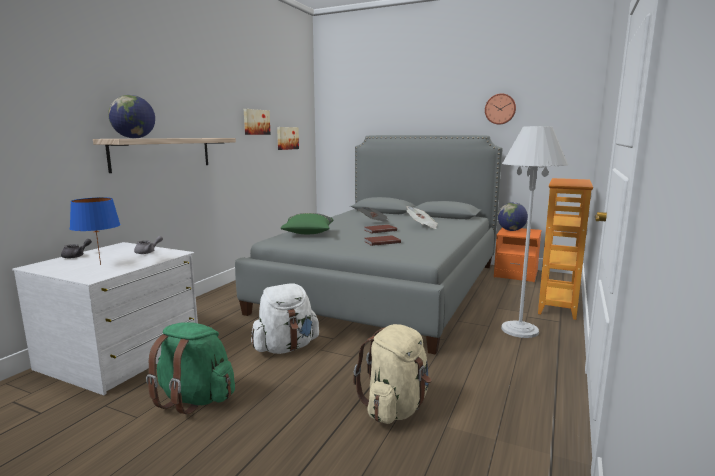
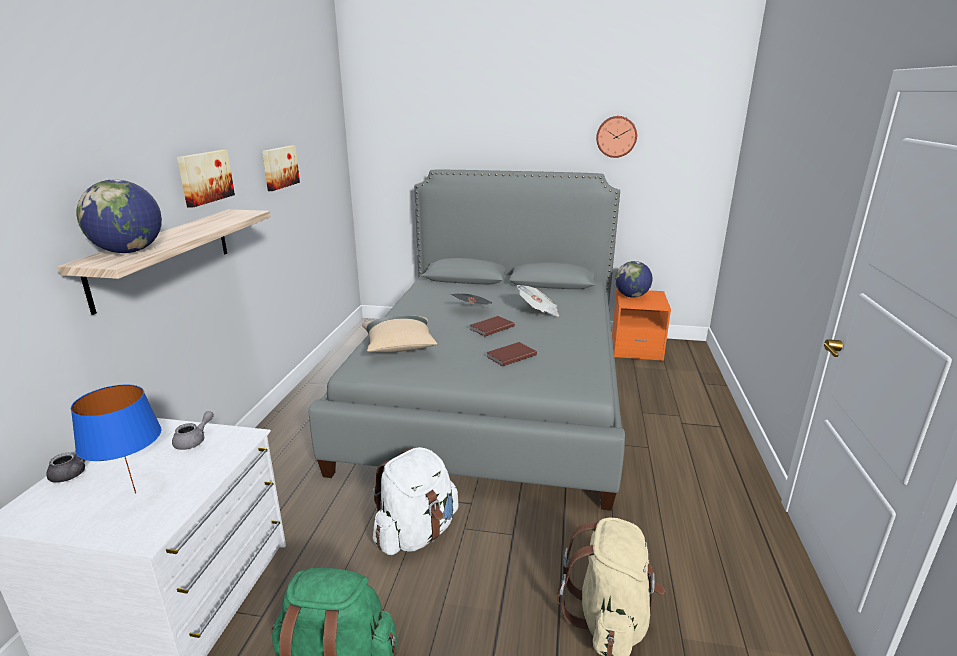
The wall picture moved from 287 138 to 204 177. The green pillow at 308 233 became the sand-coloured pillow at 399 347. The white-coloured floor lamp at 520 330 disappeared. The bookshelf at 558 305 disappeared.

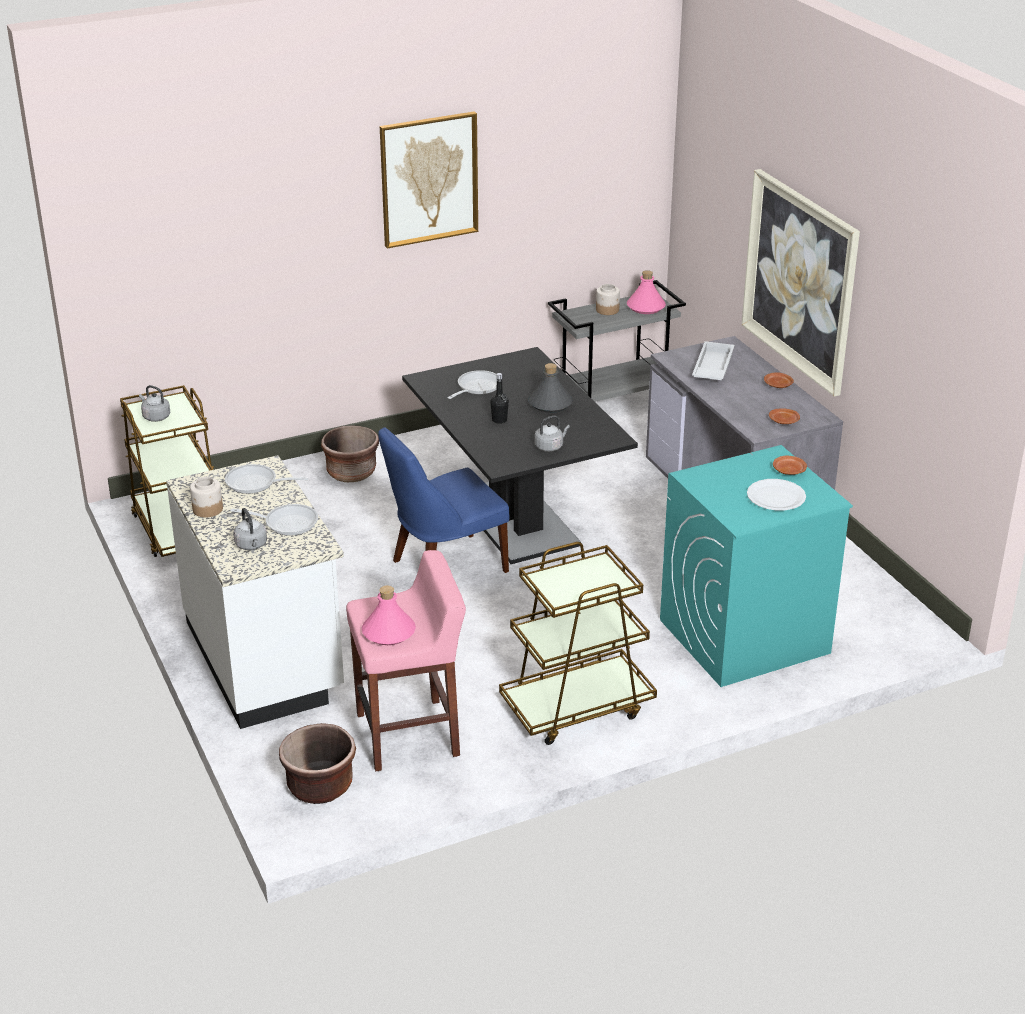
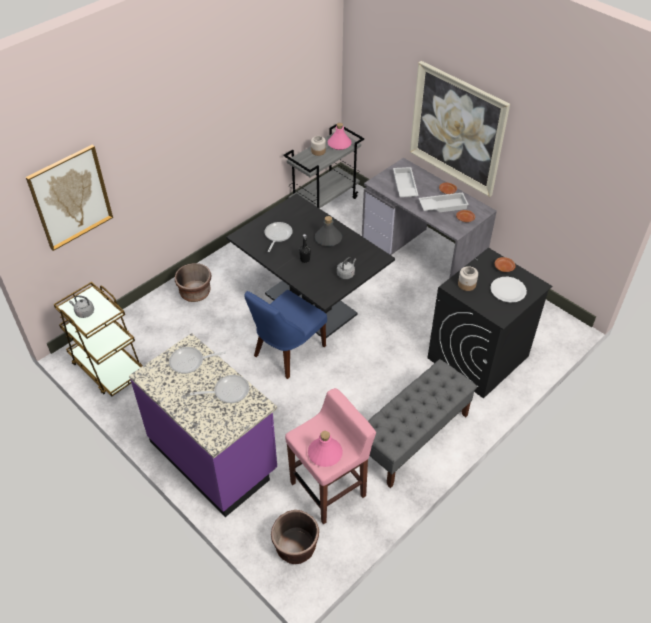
The wall picture moved from 429 179 to 70 197. The white-coloured counter at 266 658 became the purplish counter at 214 456. The brown cart at 576 707 was replaced by the greyish indoor bench at 413 437. The white-coloured serving tray at 443 205 appeared. The turquoise washing machine at 743 637 became the black washing machine at 478 357. The storage jar moved from 207 509 to 467 284. The greyish water kettle at 251 545 disappeared.

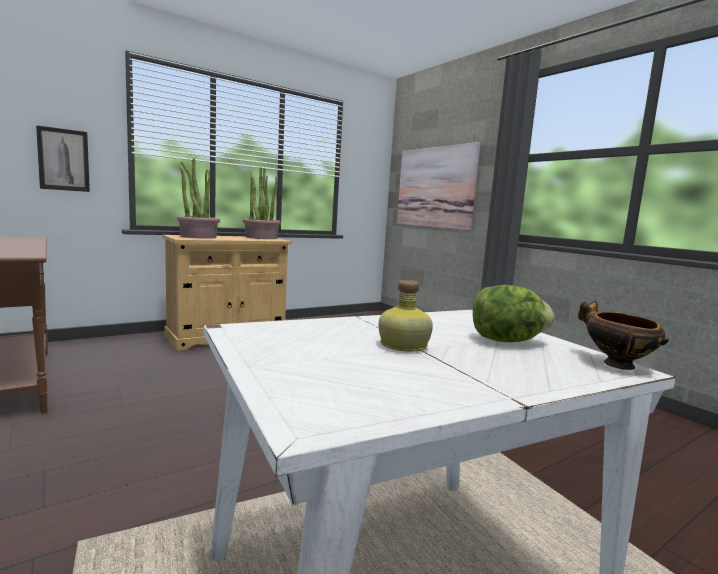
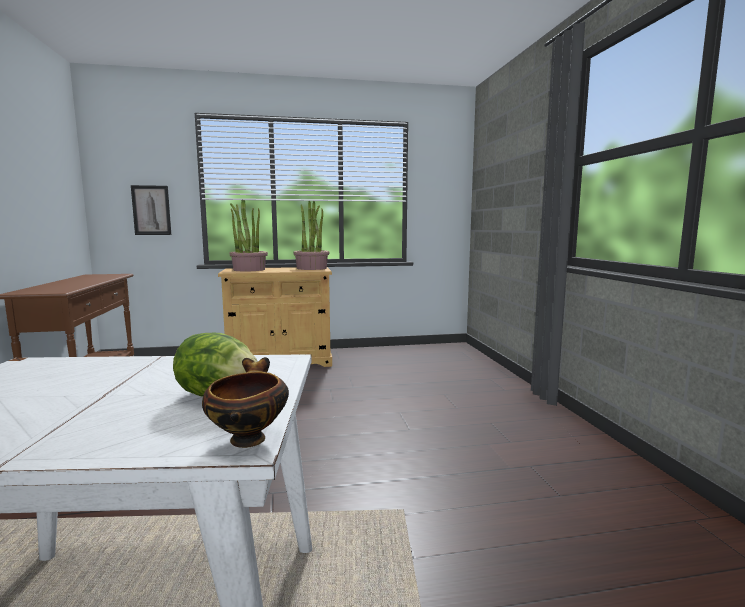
The bottle at 403 346 disappeared. The wall picture at 435 187 disappeared.

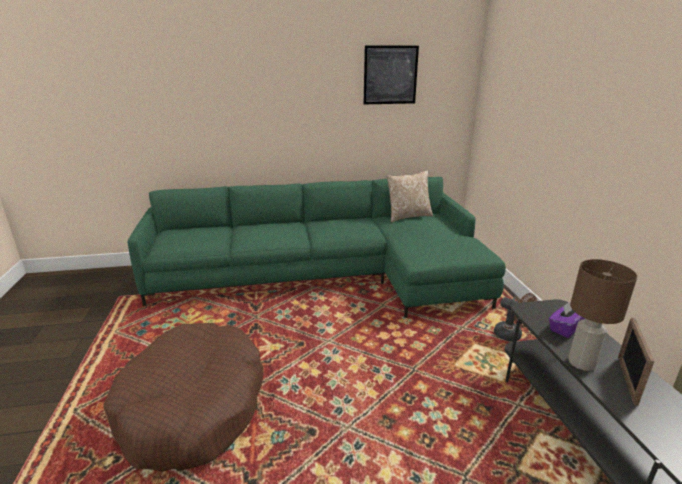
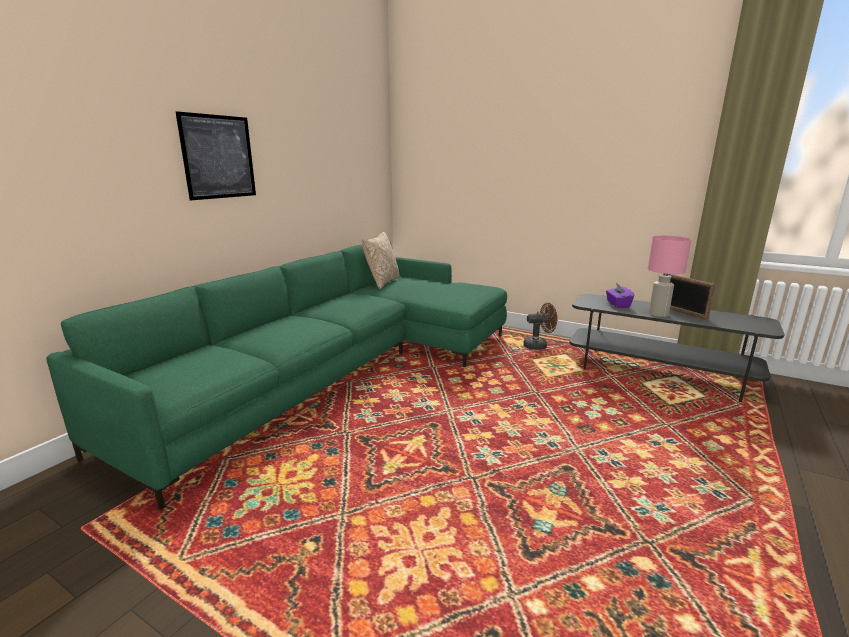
The wall picture moved from 390 75 to 218 157. The brown lamp for a table at 582 363 became the pink-coloured lamp for a table at 659 314. The brown pet bed at 193 407 disappeared.

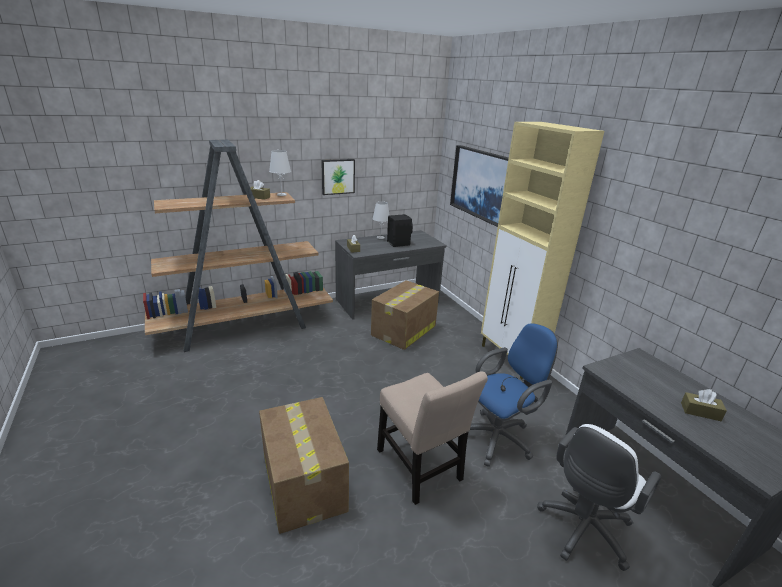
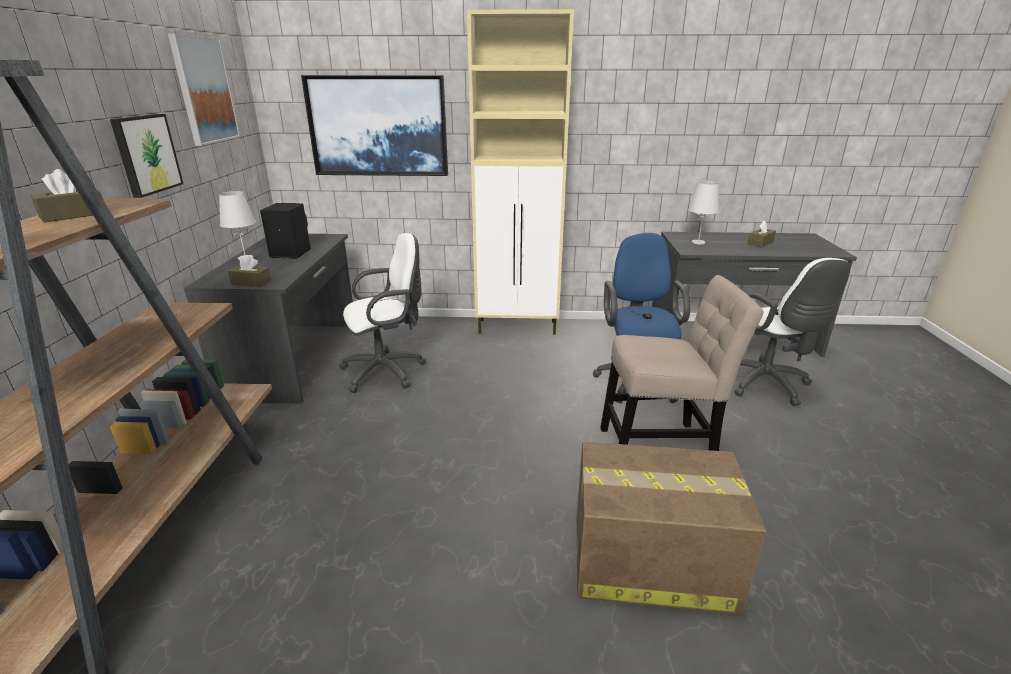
The wall picture at 204 90 appeared. The packing box at 403 331 was replaced by the white-coloured office chair at 388 371. The white-coloured lamp for a table moved from 281 194 to 698 242.

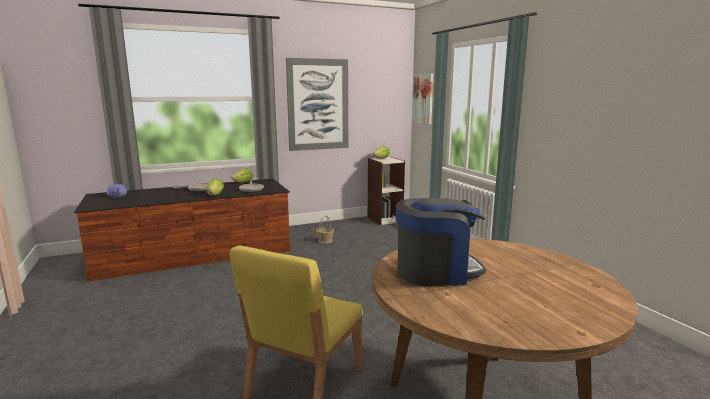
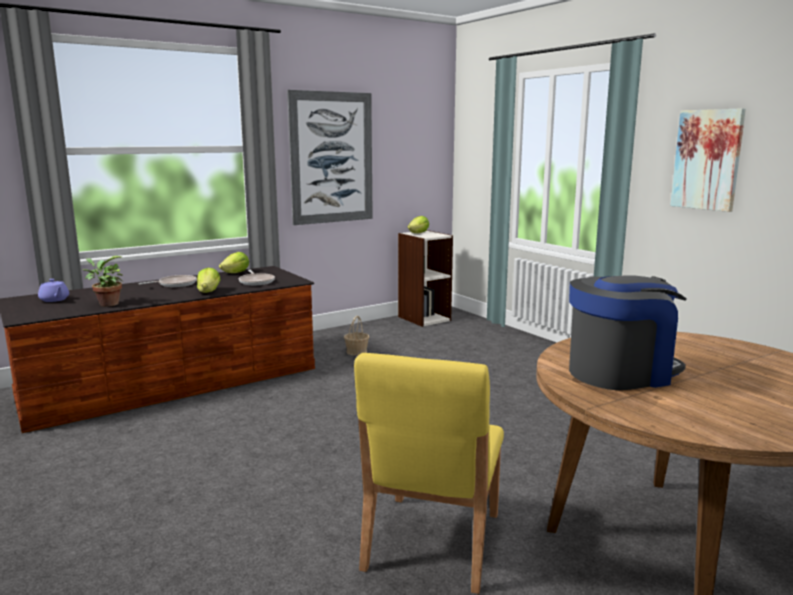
The potted plant at 106 304 appeared. The wall picture moved from 423 98 to 707 160.

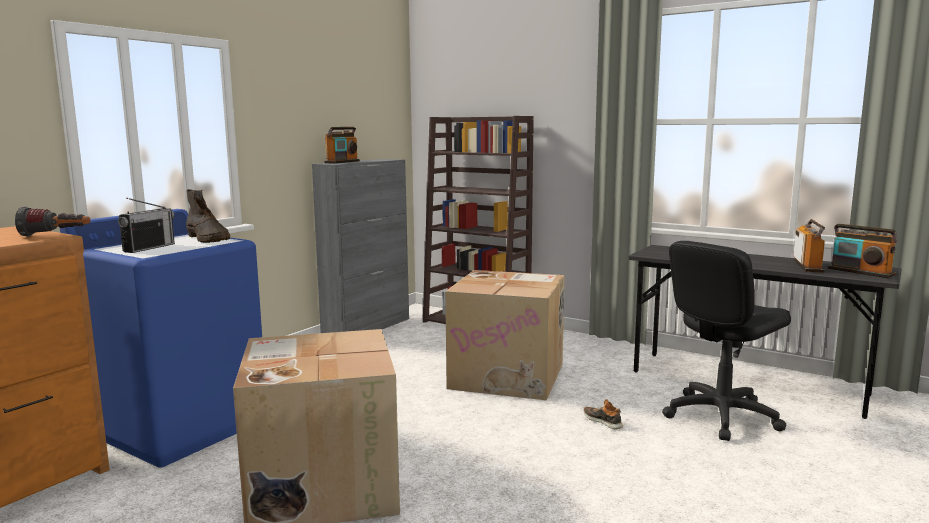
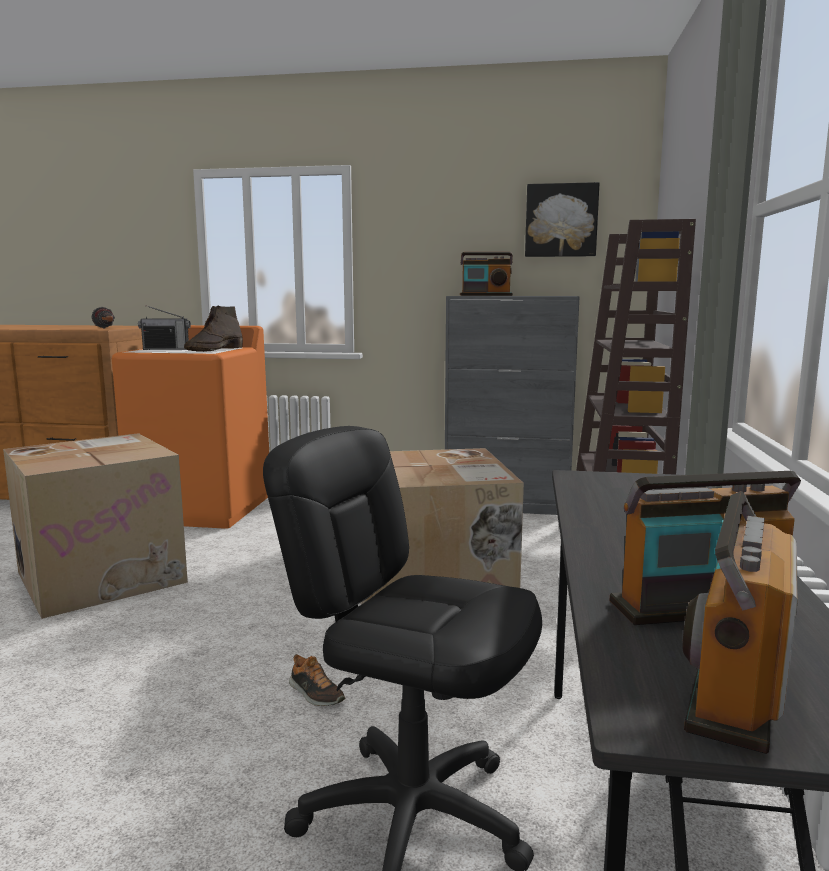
The blue washing machine at 180 426 became the orange washing machine at 203 509. The shoe at 603 421 turned 105 degrees clockwise. The wall picture at 561 220 appeared.

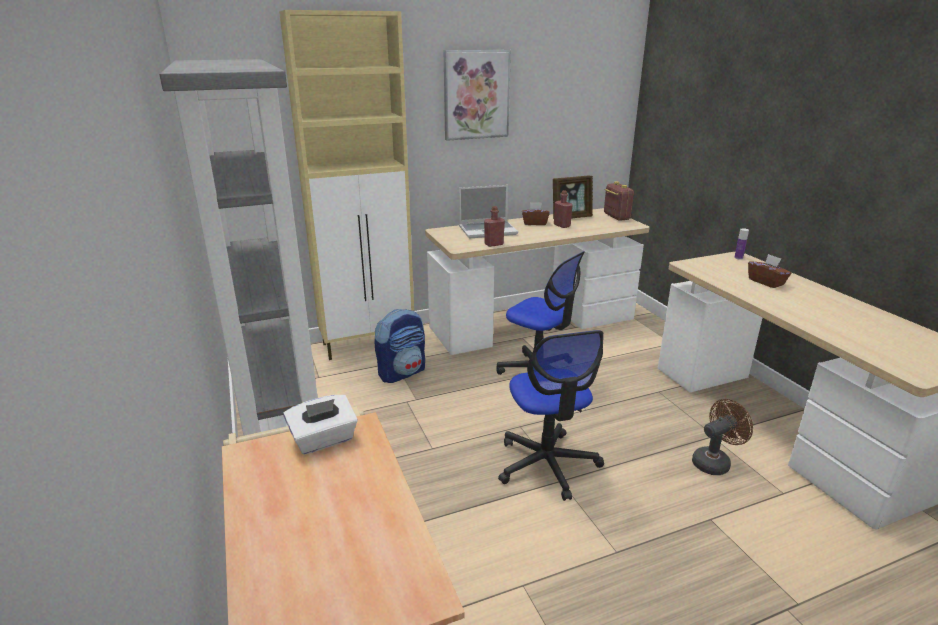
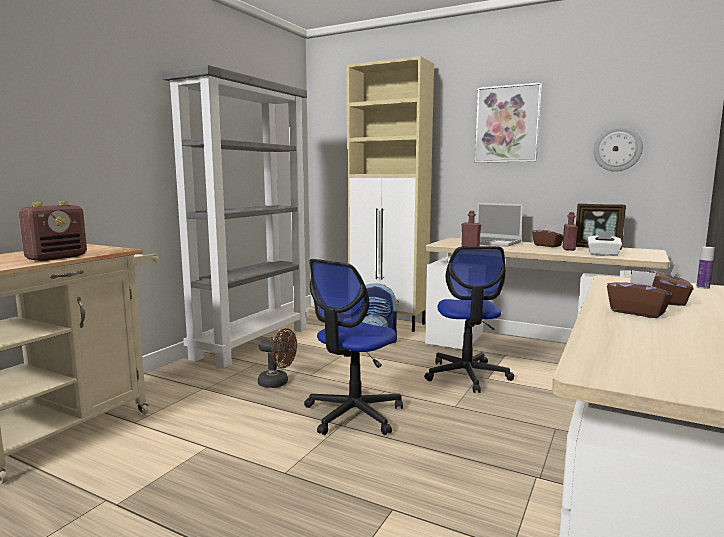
The radio moved from 616 217 to 57 257. The brown electric fan moved from 714 462 to 278 383. The white-coloured box of tissues moved from 324 440 to 603 254. The wall clock at 617 149 appeared. The brown box of tissues at 637 312 appeared.

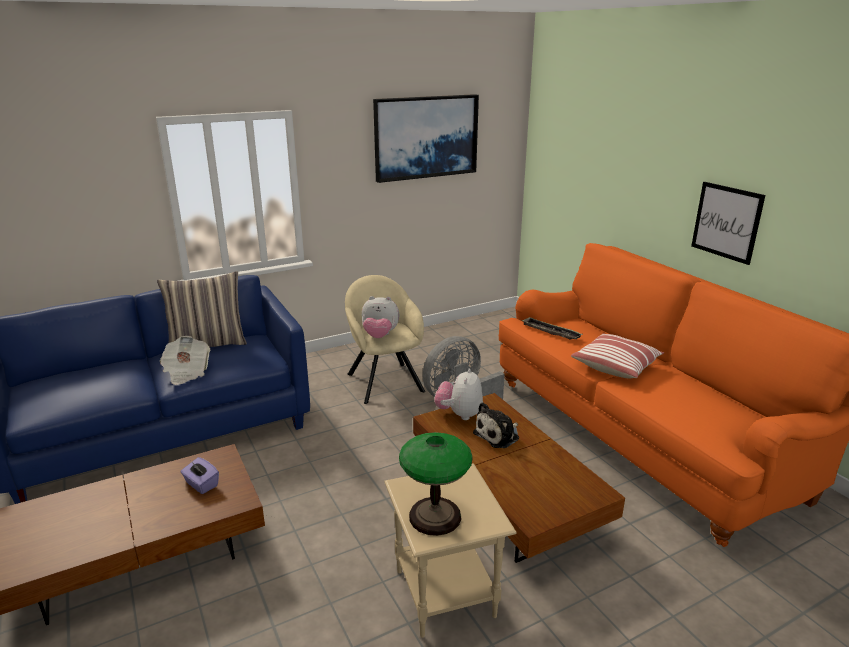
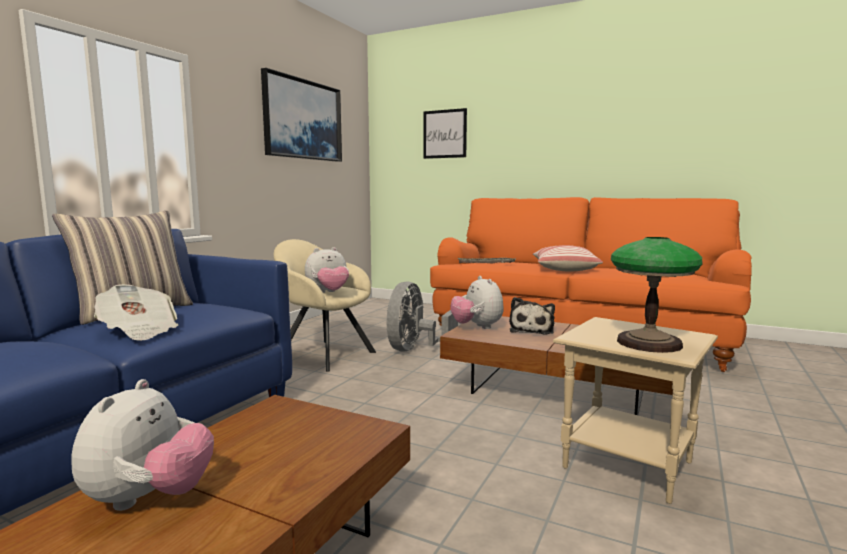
The soft toy at 149 499 appeared. The wall picture moved from 726 222 to 444 134. The purplish box of tissues at 201 484 disappeared.

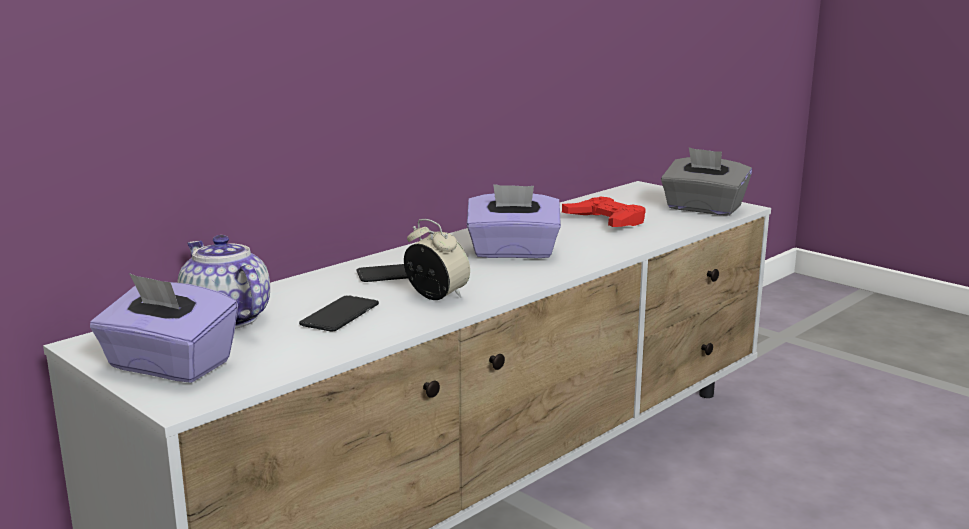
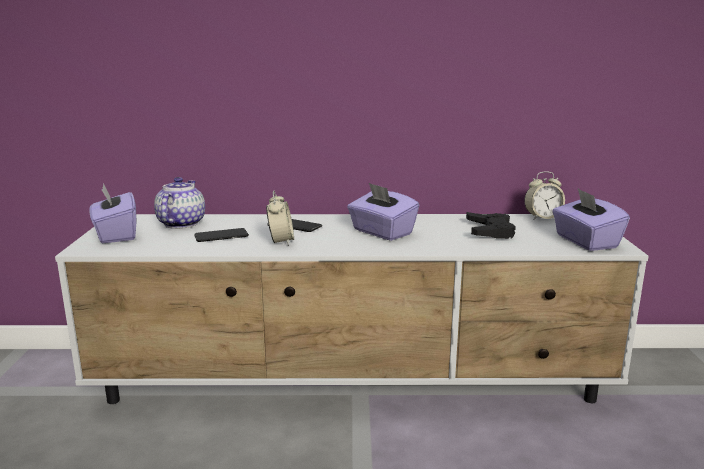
The red joypad at 606 221 became the black joypad at 490 231. The alarm clock at 542 218 appeared. The greyish box of tissues at 703 208 became the purplish box of tissues at 585 242.

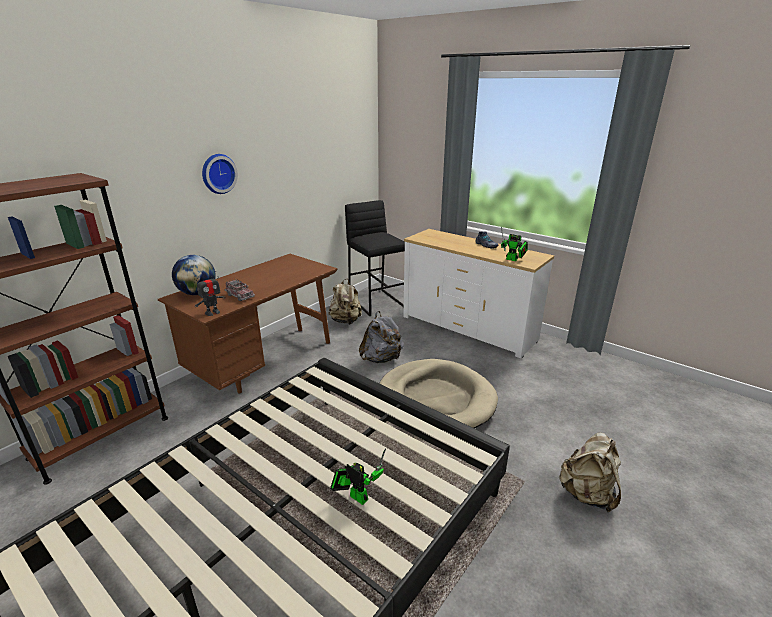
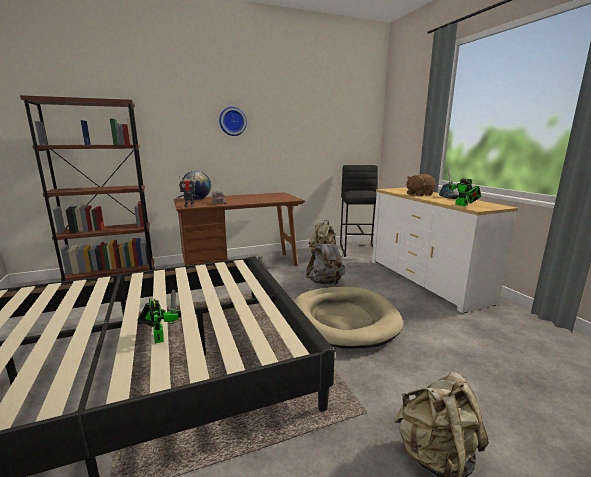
The brown soft toy at 419 194 appeared.

